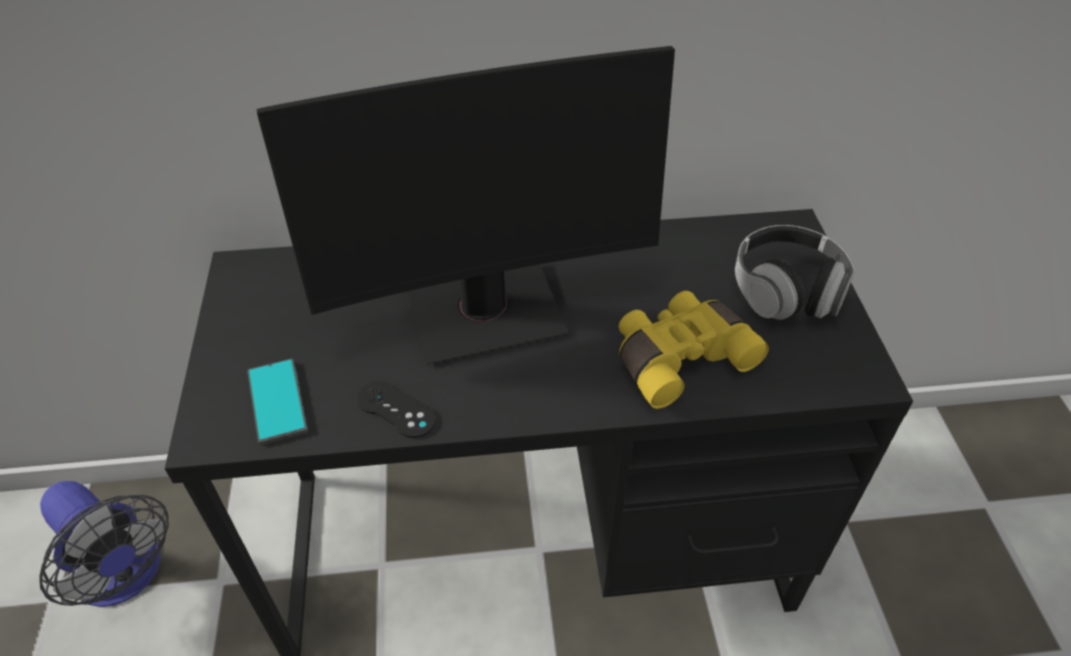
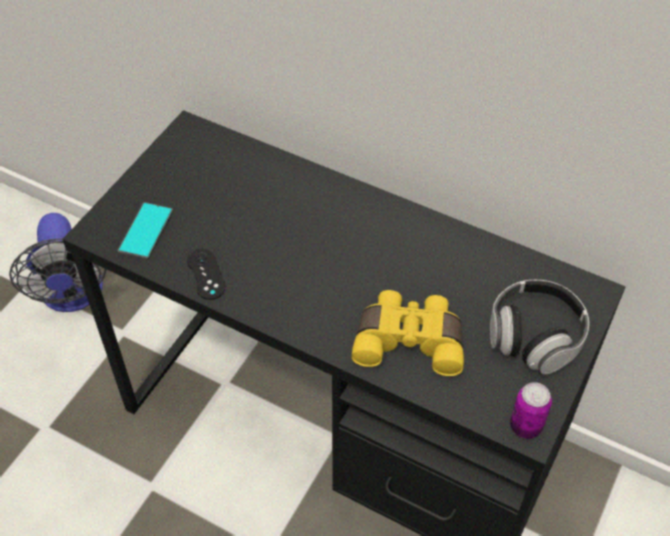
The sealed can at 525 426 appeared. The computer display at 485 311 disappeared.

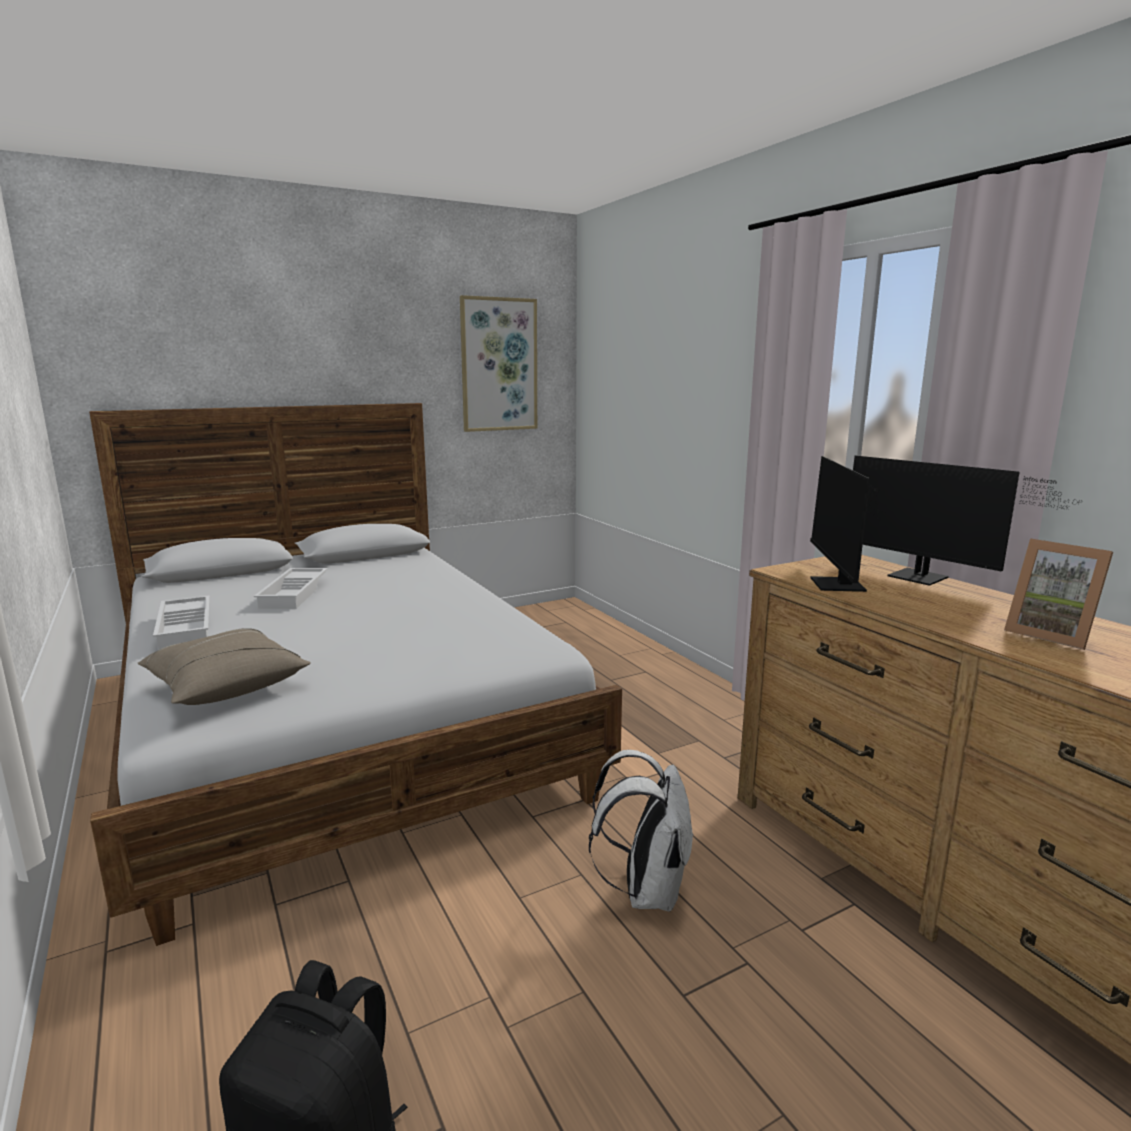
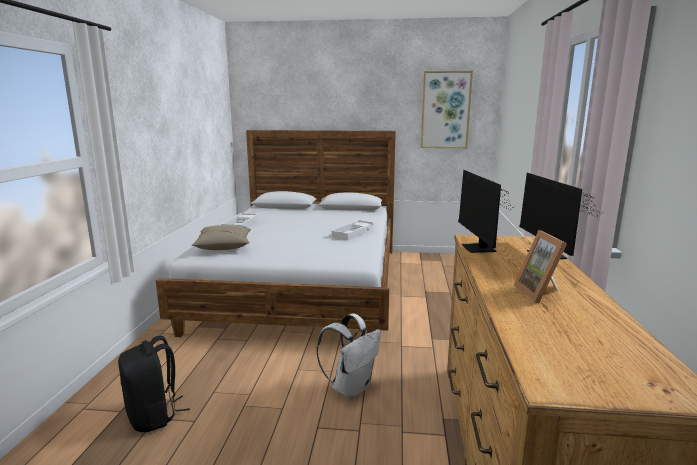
The white-coloured serving tray moved from 295 594 to 353 233. The computer display at 837 587 turned 45 degrees counterclockwise.

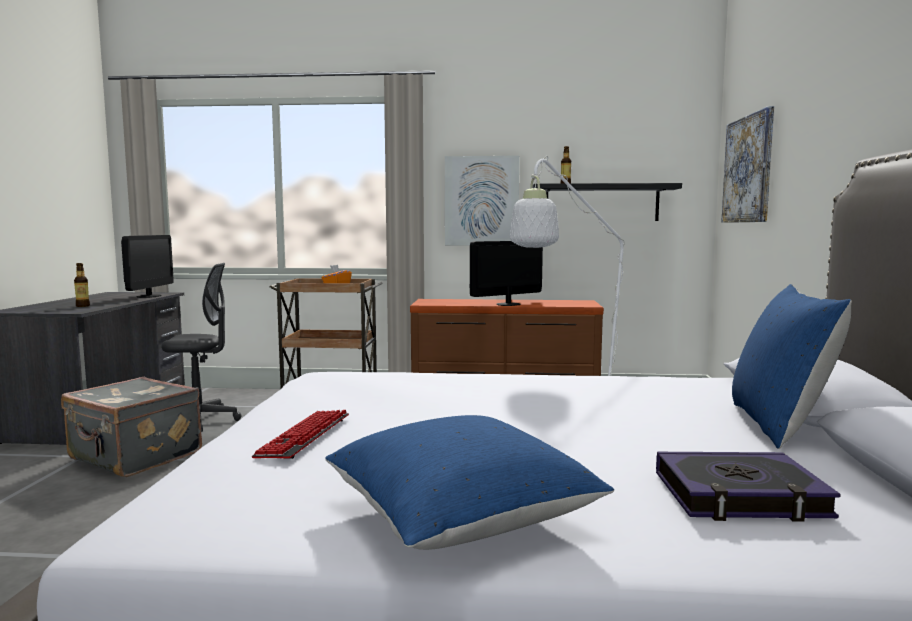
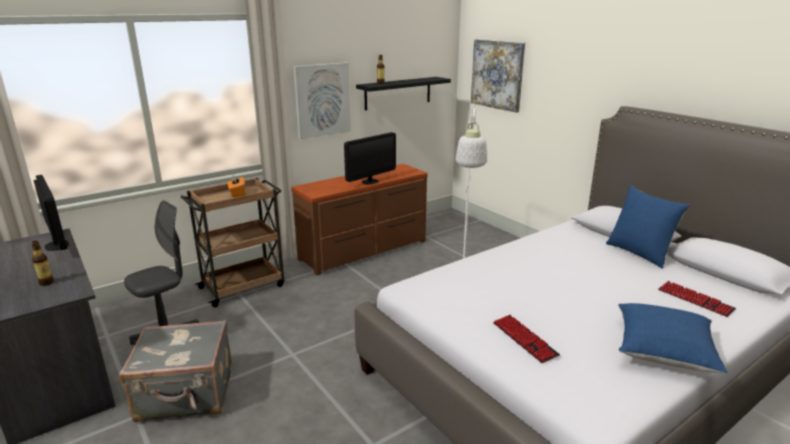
The computer display at 508 304 turned 150 degrees counterclockwise. The book at 739 496 was replaced by the keyboard at 695 300.

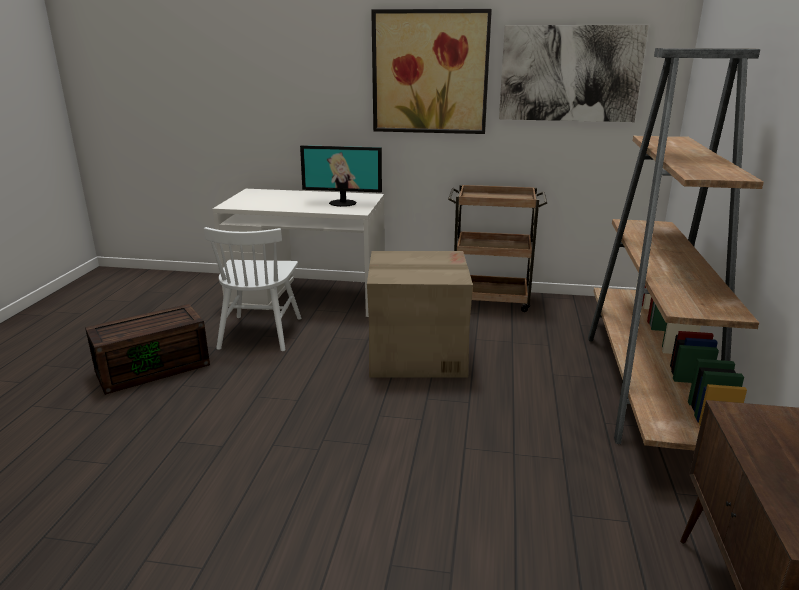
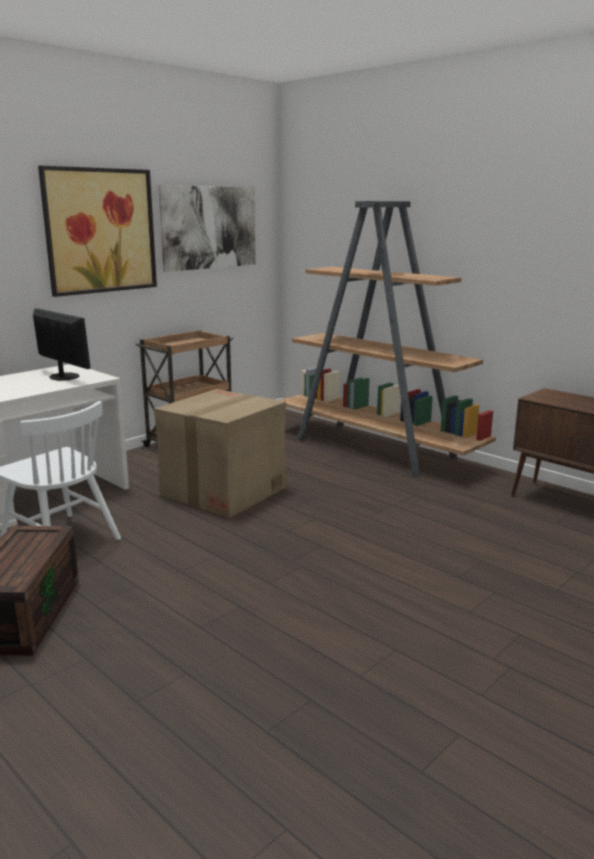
The computer display at 343 203 turned 90 degrees counterclockwise.

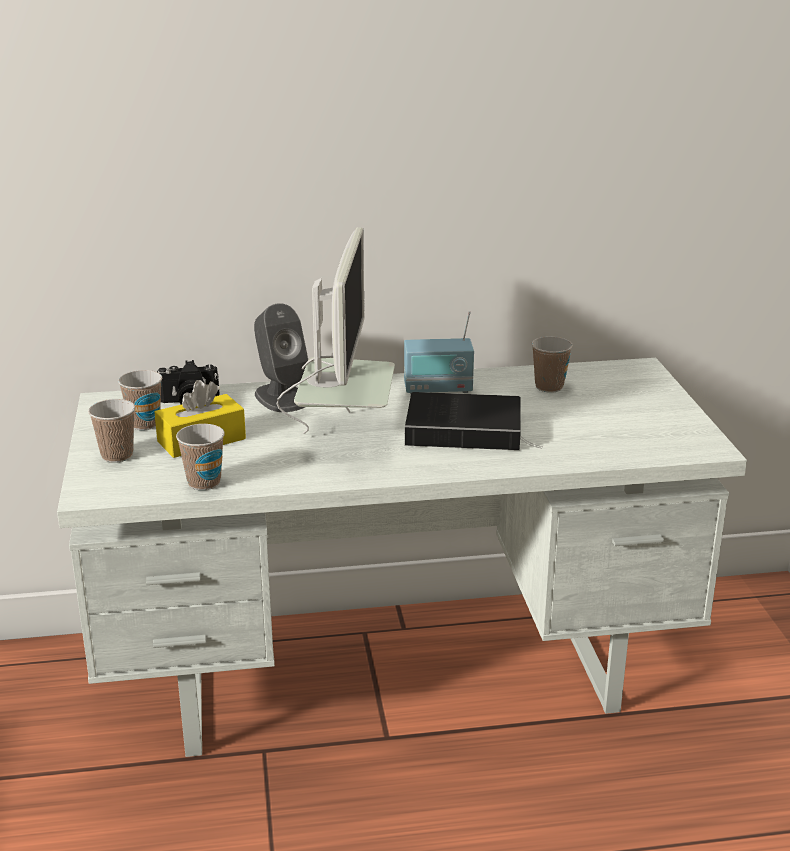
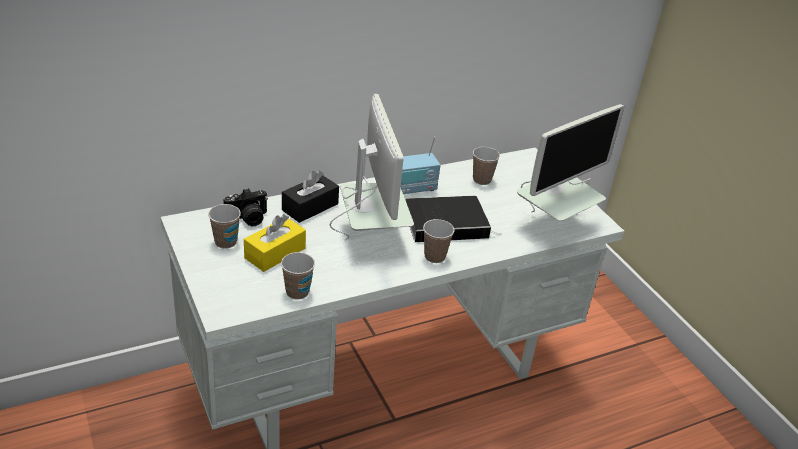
The greyish loudspeaker at 281 397 was replaced by the black box of tissues at 310 207. The cup moved from 117 455 to 434 256. The computer display at 552 225 appeared.

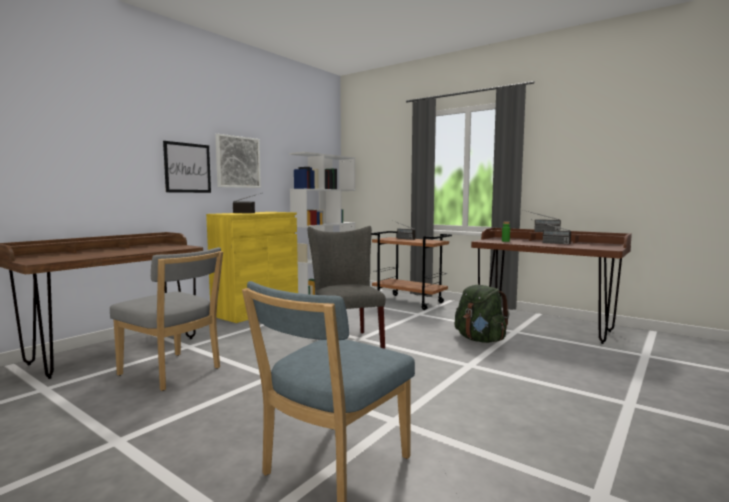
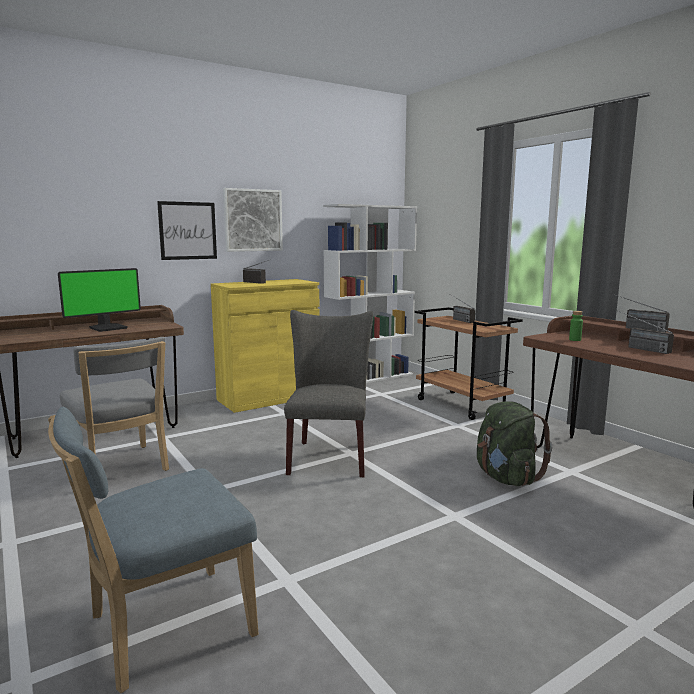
The computer display at 108 328 appeared.

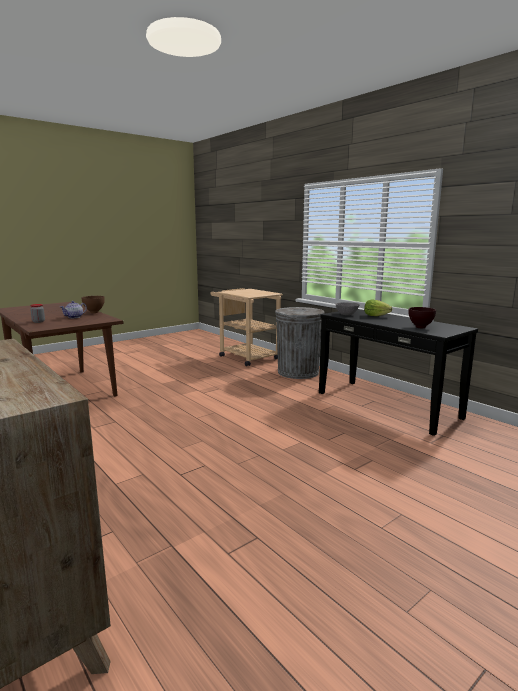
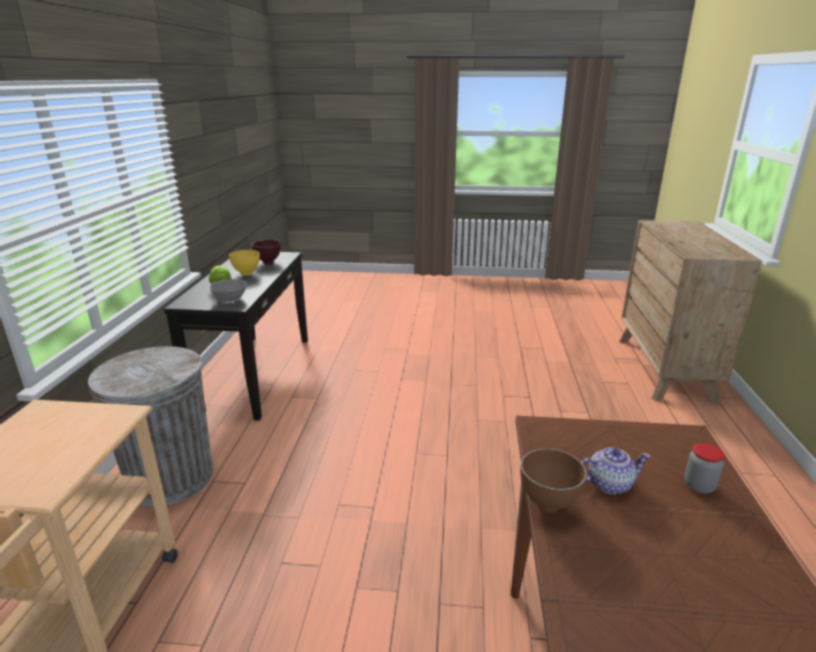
The yellowish bowl at 247 274 appeared.

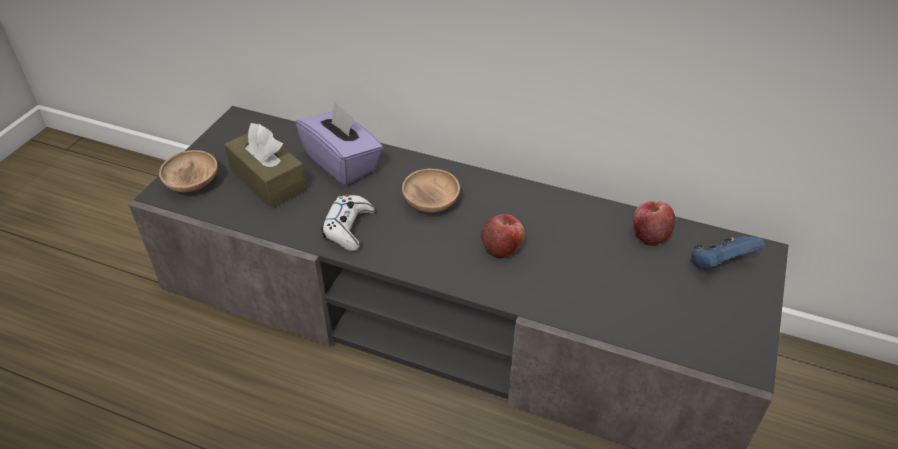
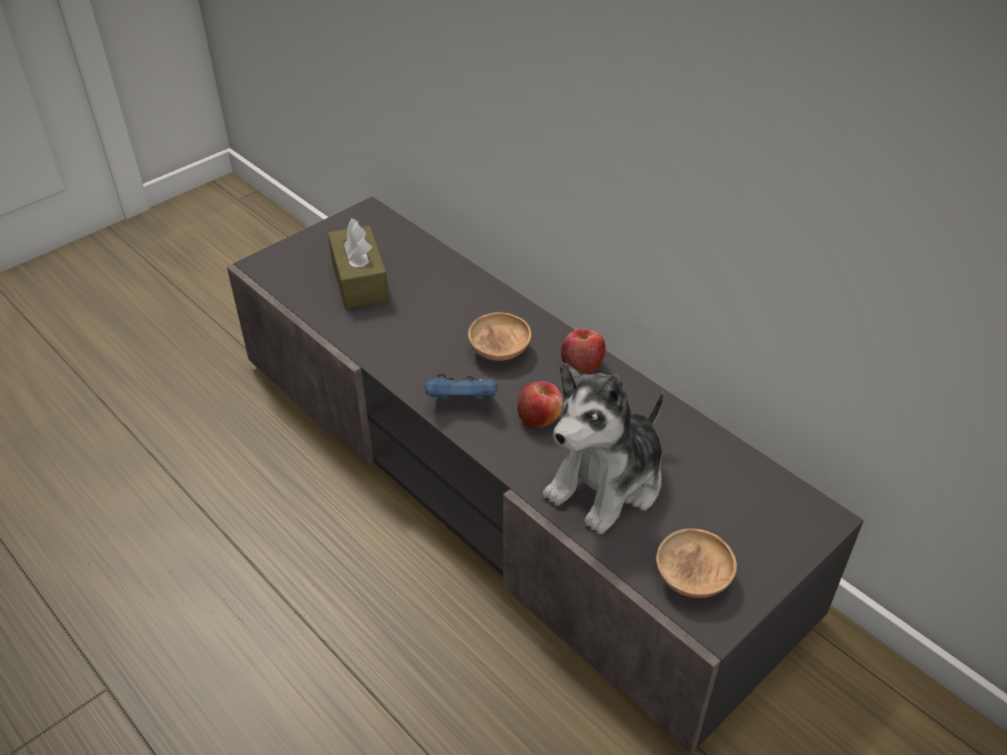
The blue joypad moved from 719 265 to 462 402. The soft toy at 607 483 appeared. The apple moved from 649 234 to 582 364. The brown bowl moved from 192 183 to 692 577. The purplish box of tissues at 343 163 disappeared. The white-coloured joypad at 348 228 disappeared.

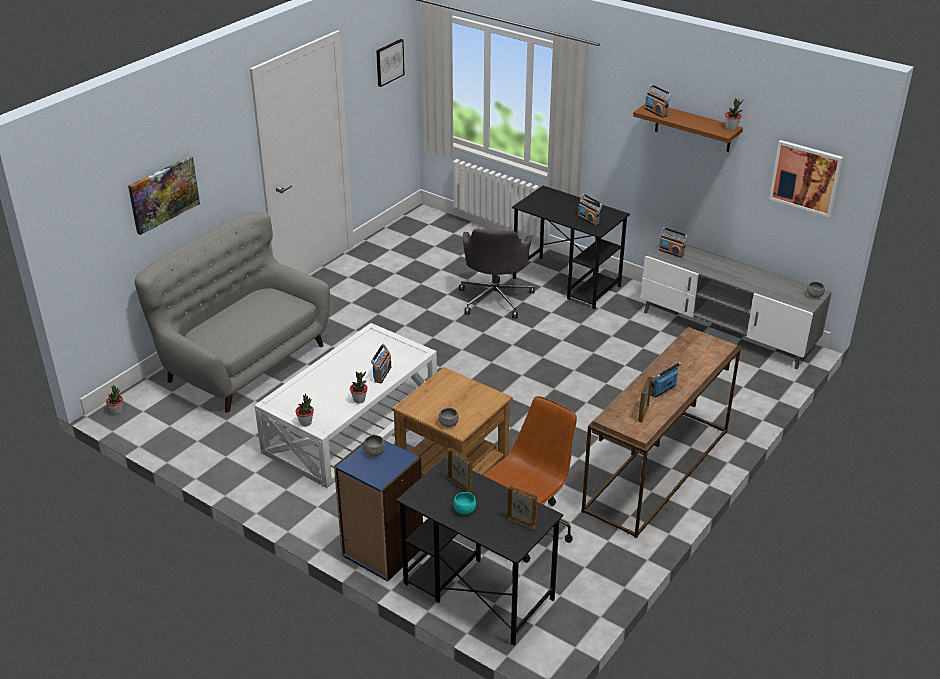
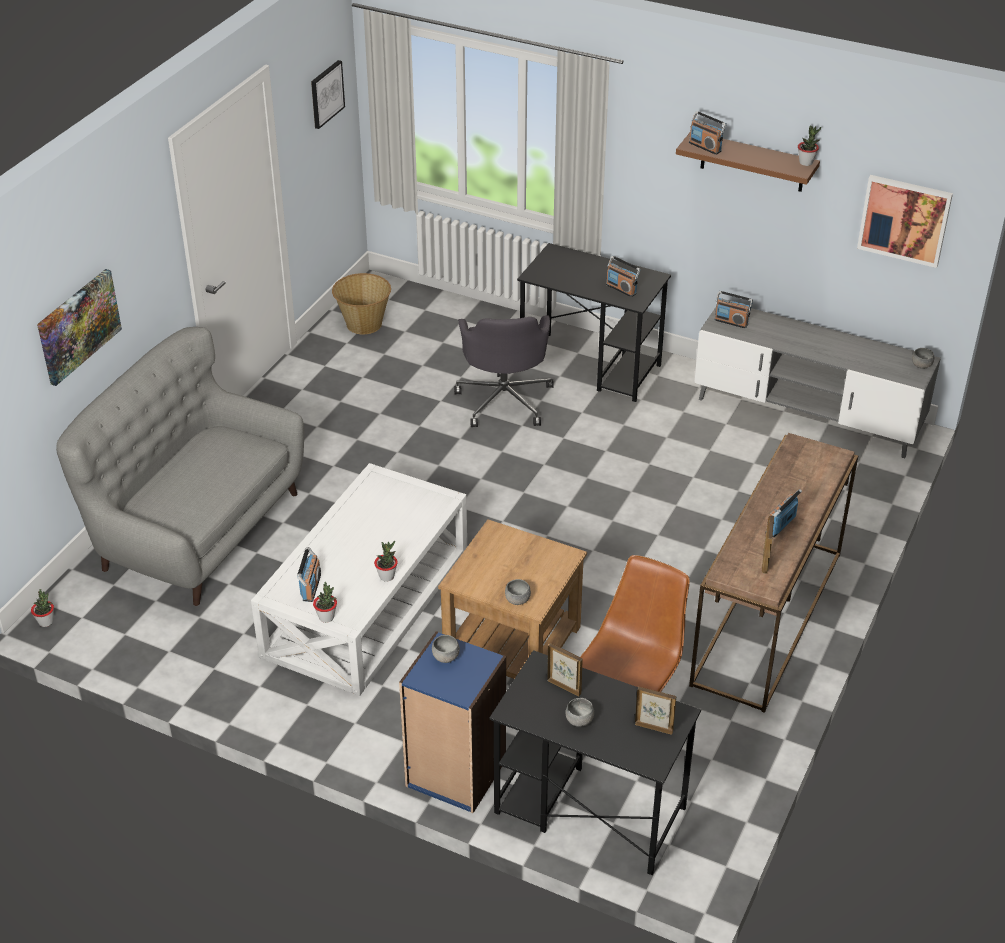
The radio moved from 382 374 to 311 587. The basket at 363 324 appeared. The turquoise bowl at 465 510 became the greyish bowl at 579 720.

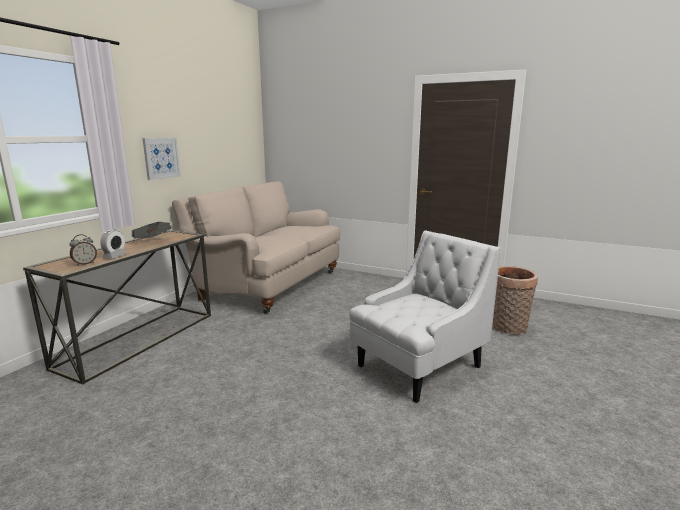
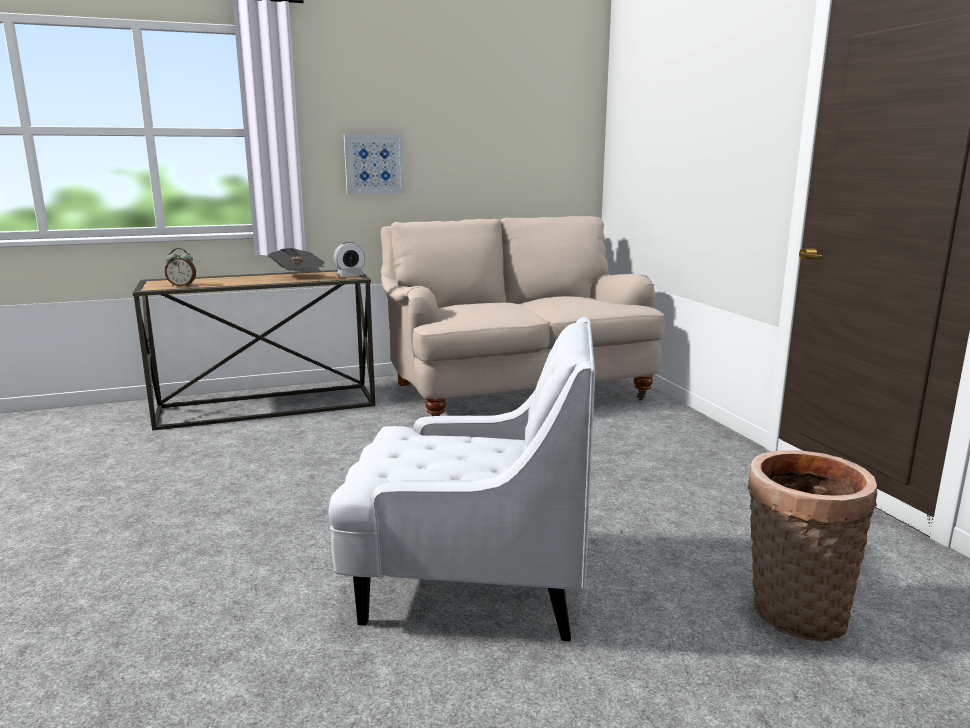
The alarm clock moved from 115 256 to 350 276.

